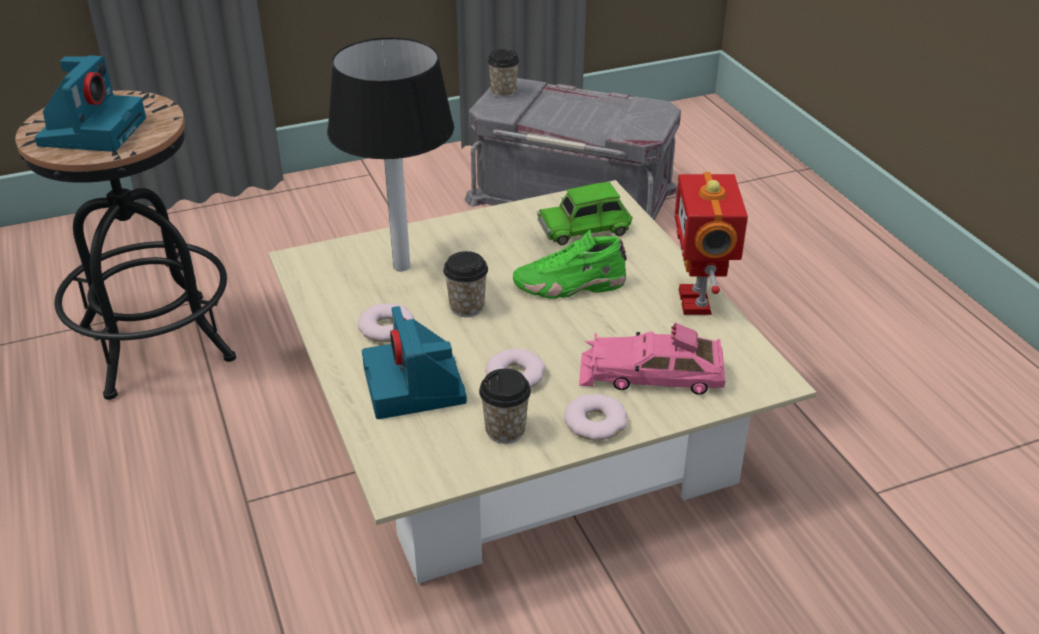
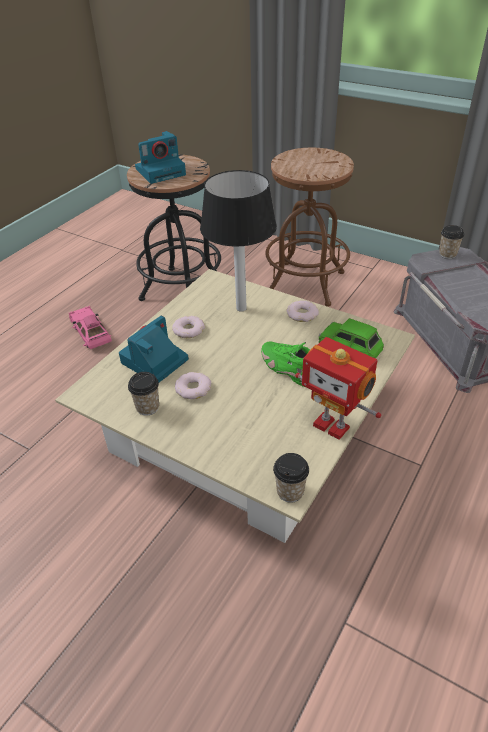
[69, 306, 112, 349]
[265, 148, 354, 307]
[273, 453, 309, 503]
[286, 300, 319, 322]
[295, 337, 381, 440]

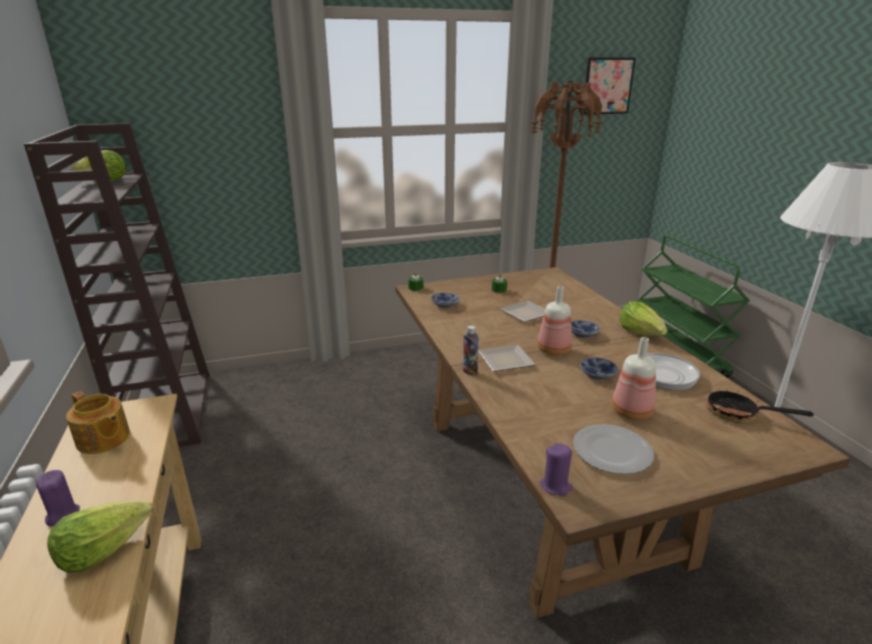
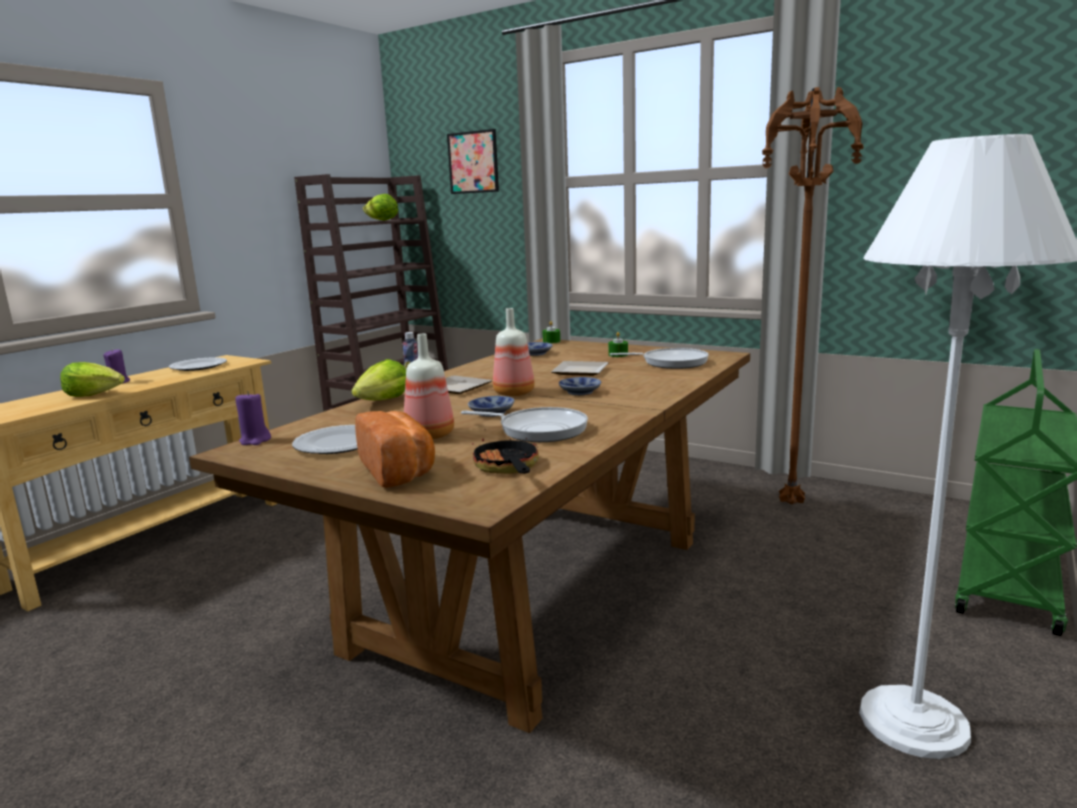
[169, 357, 227, 371]
[351, 359, 406, 400]
[355, 411, 435, 488]
[447, 129, 499, 194]
[610, 348, 709, 369]

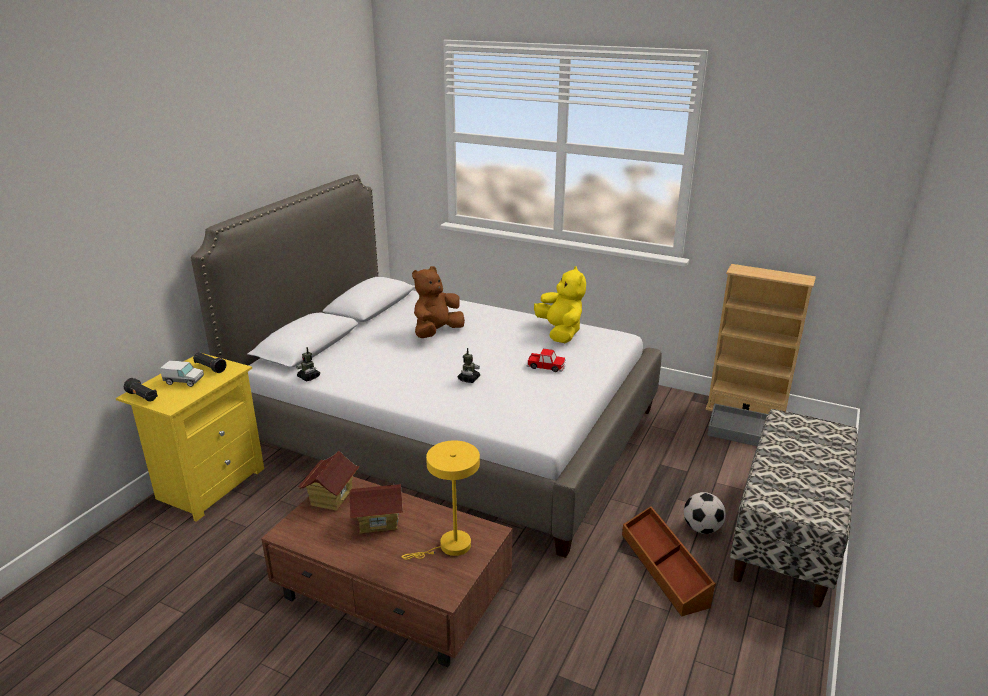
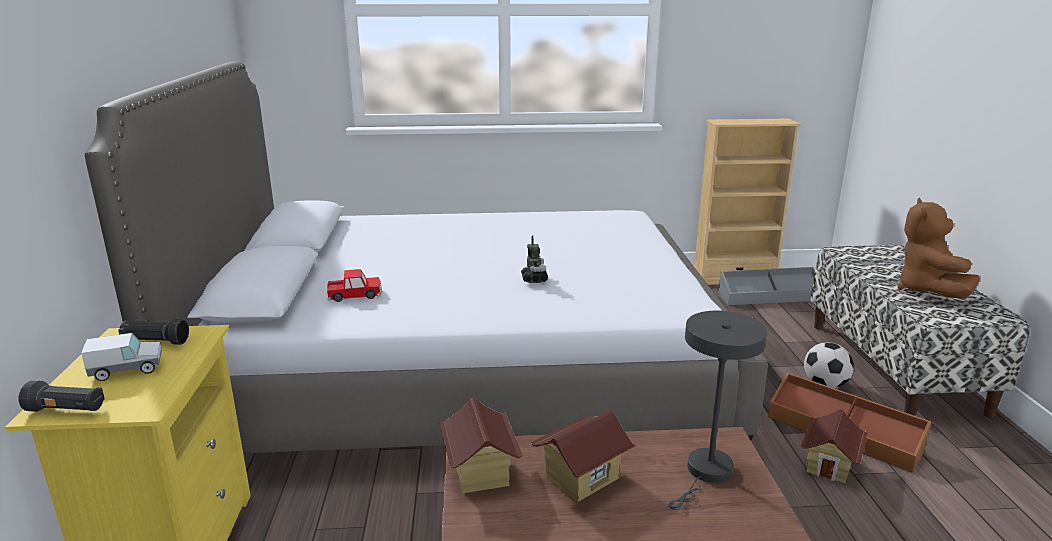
[327, 269, 382, 302]
[668, 311, 767, 510]
[800, 409, 868, 483]
[897, 198, 980, 299]
[296, 347, 320, 381] (first image)
[534, 266, 586, 343] (first image)

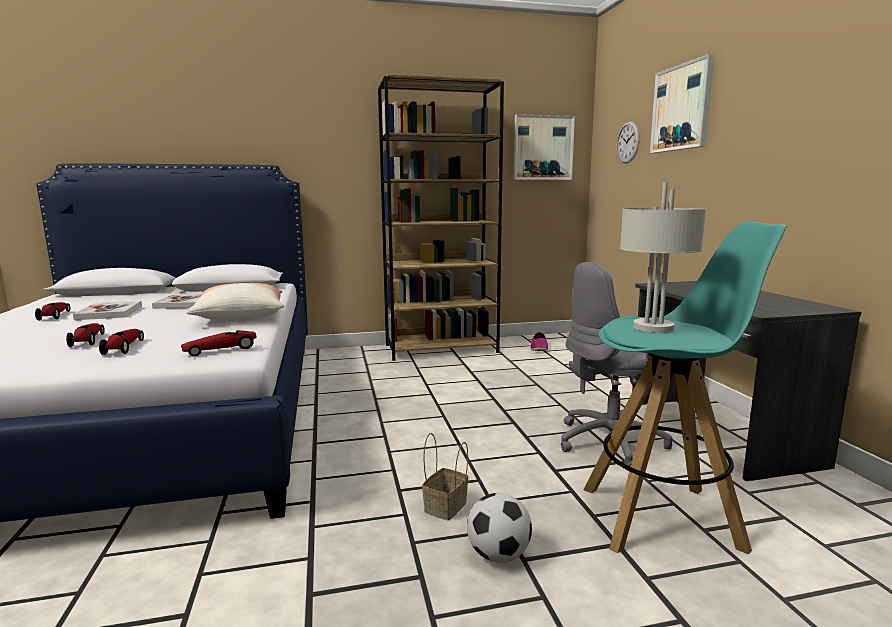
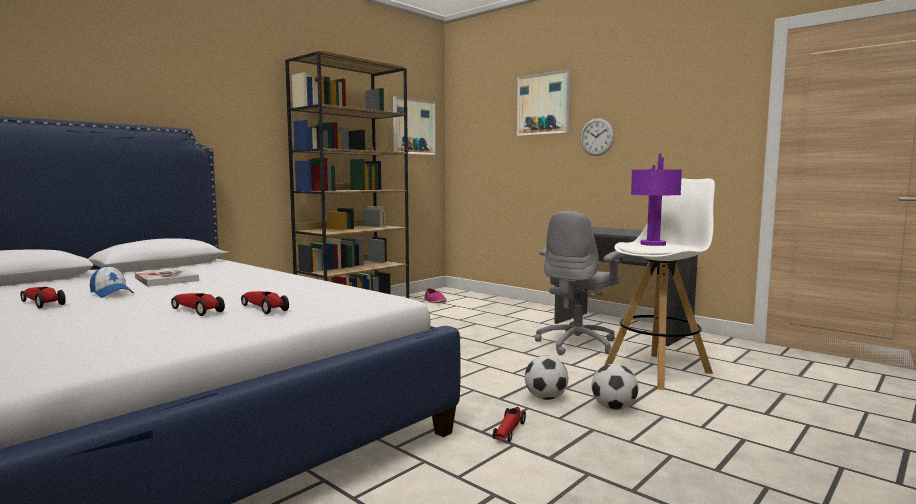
[90, 266, 134, 298]
[493, 407, 526, 442]
[525, 356, 568, 400]
[580, 118, 614, 156]
[604, 178, 715, 390]
[631, 154, 682, 246]
[186, 283, 284, 322] (first image)

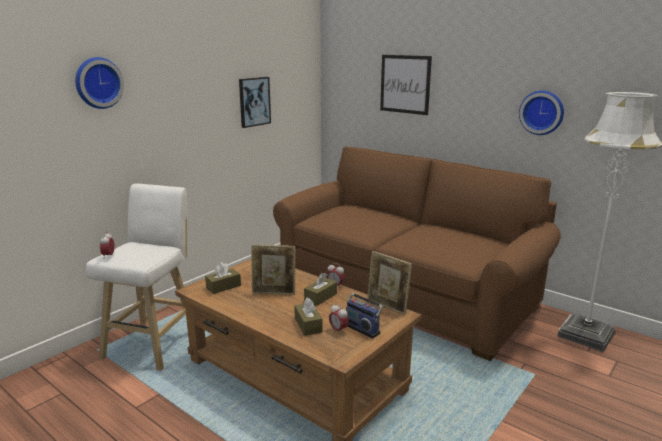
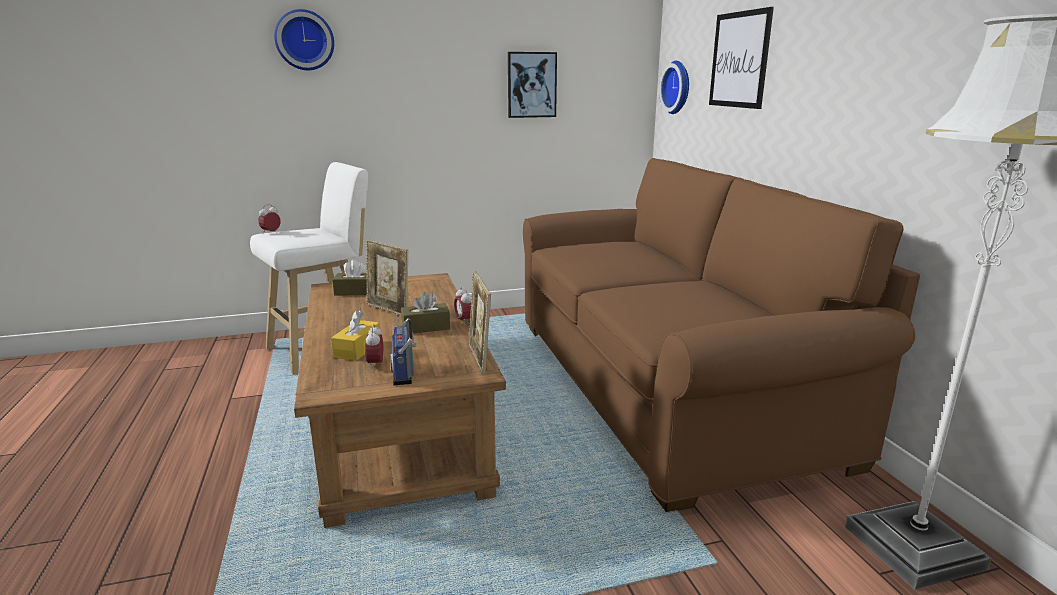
[331, 310, 380, 361]
[659, 61, 689, 114]

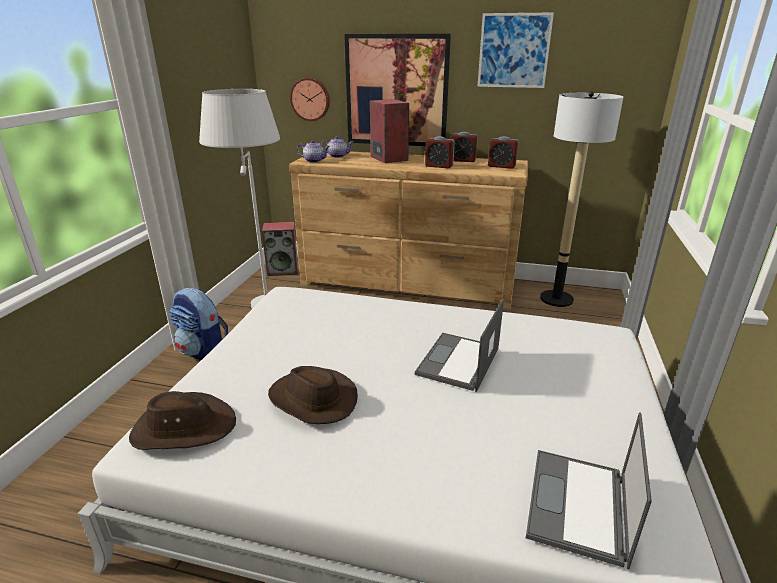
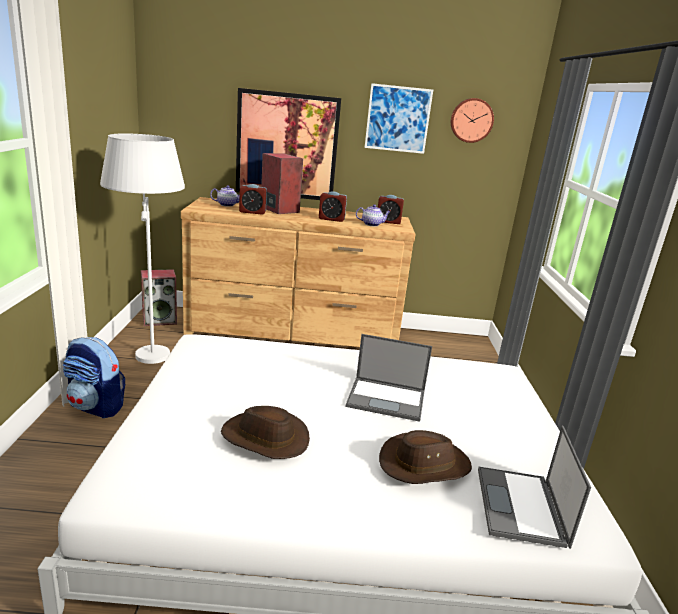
[239, 184, 267, 215]
[345, 334, 432, 422]
[356, 204, 391, 226]
[379, 430, 472, 484]
[451, 98, 494, 143]
[540, 91, 623, 307] (first image)

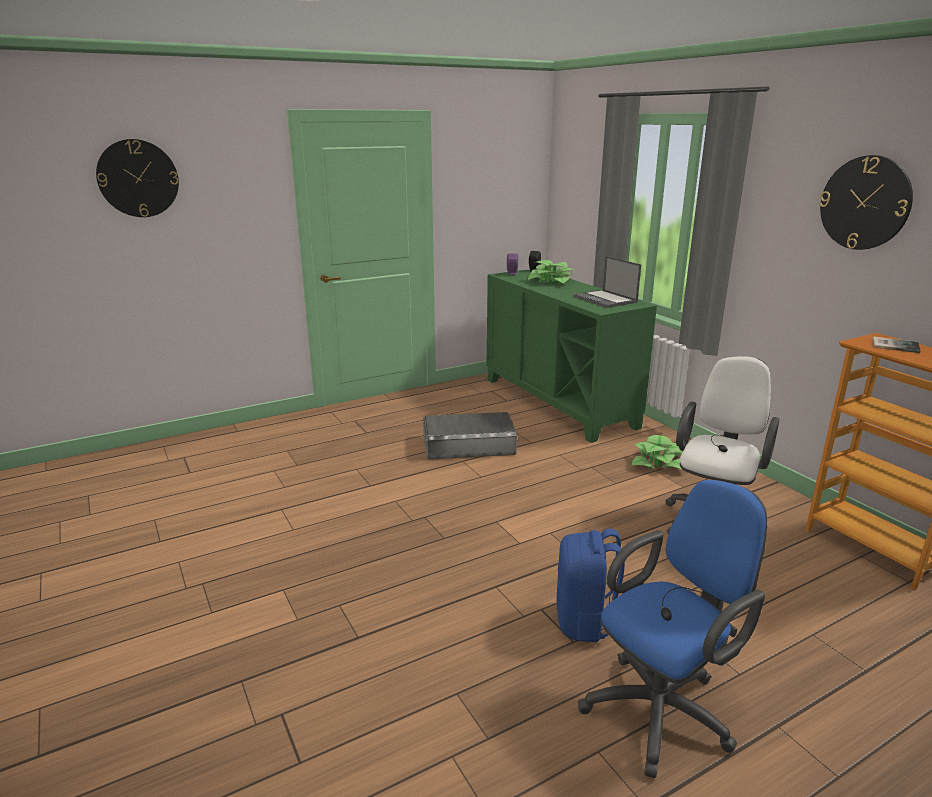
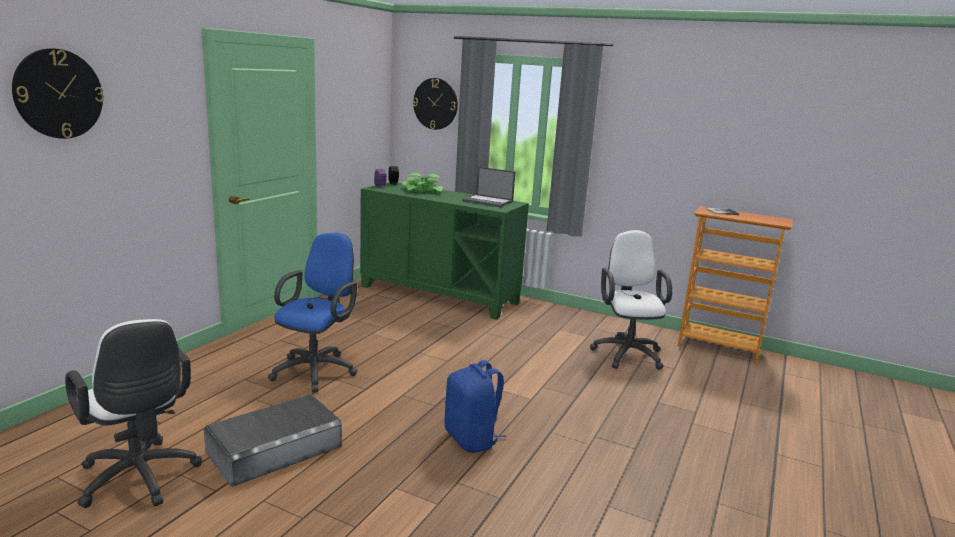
[65, 319, 202, 508]
[204, 394, 342, 487]
[268, 233, 357, 393]
[413, 78, 458, 130]
[445, 360, 506, 453]
[632, 435, 683, 469] (first image)

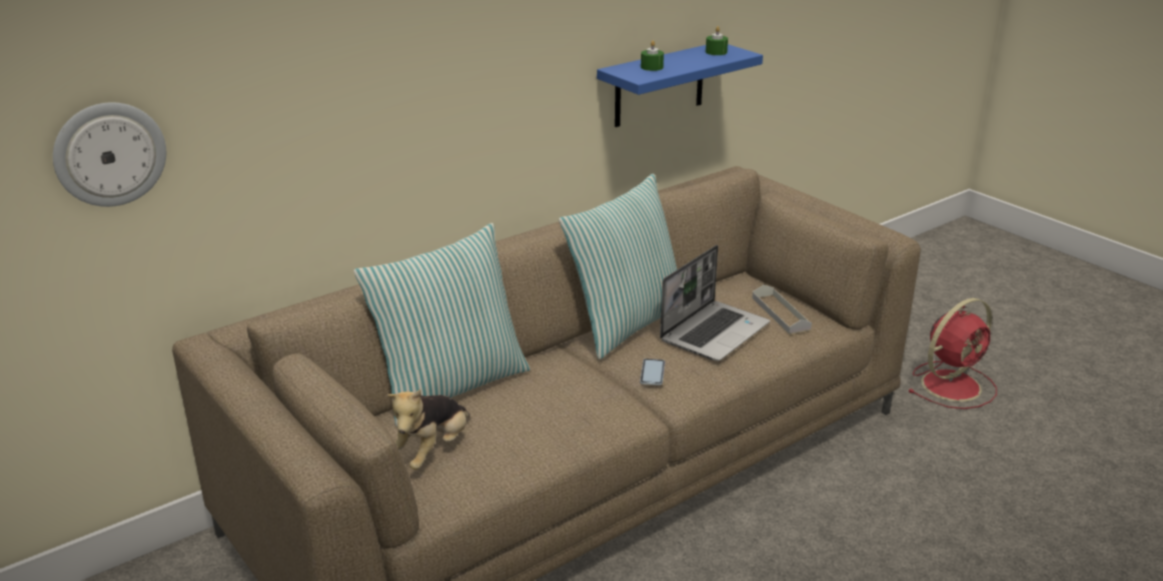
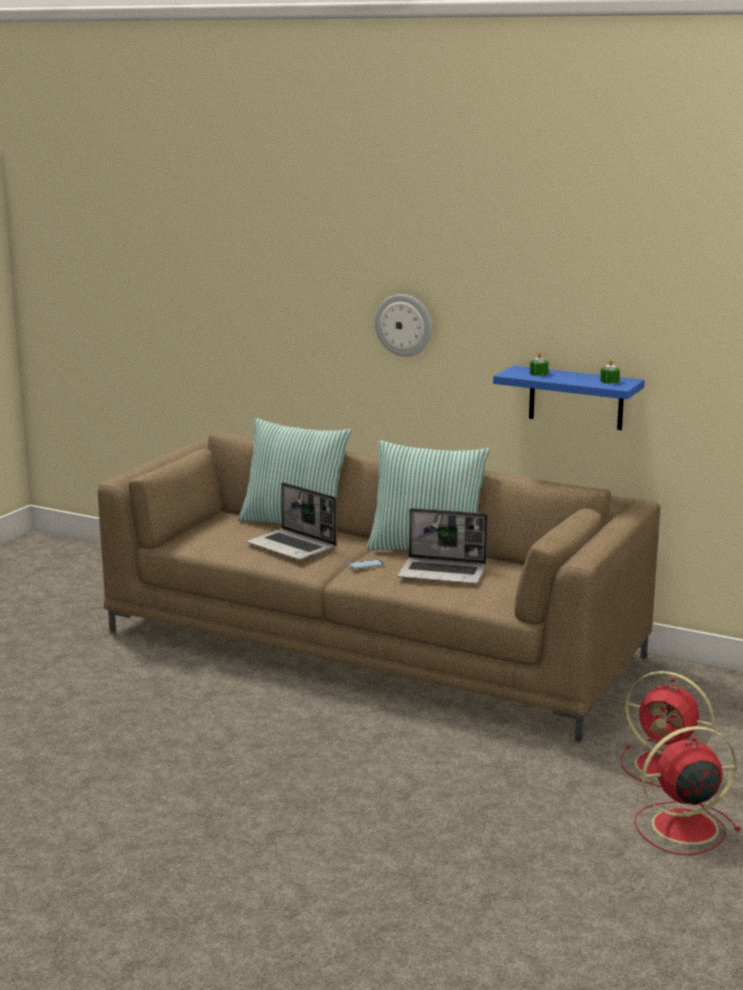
[246, 482, 337, 560]
[375, 294, 432, 357]
[634, 726, 741, 856]
[387, 389, 470, 470] (first image)
[752, 285, 812, 334] (first image)

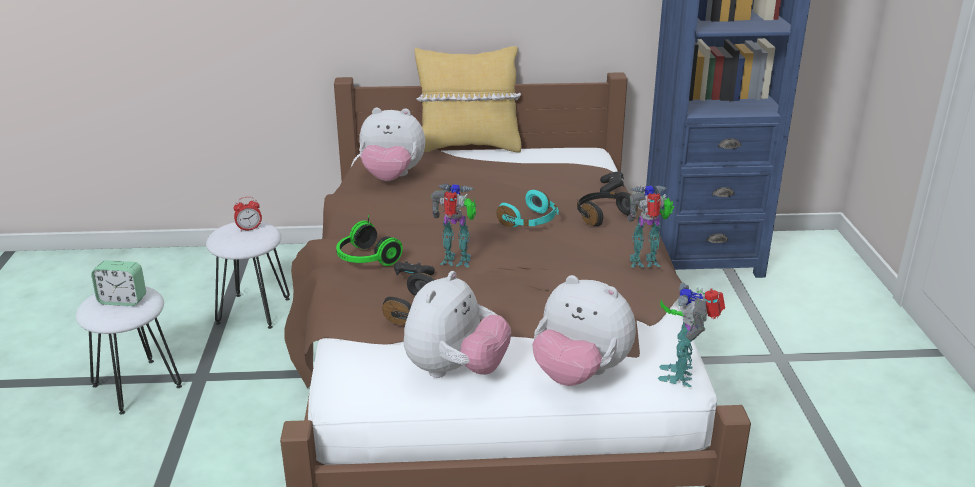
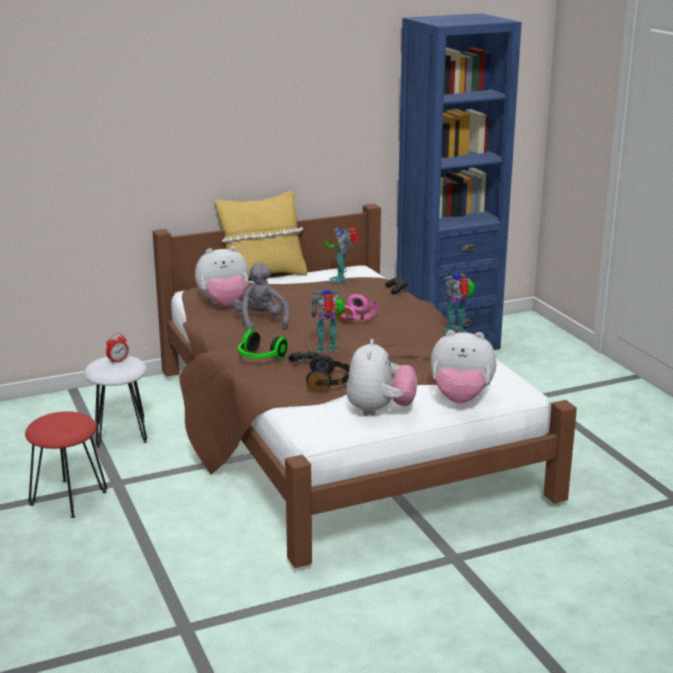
[25, 411, 107, 518]
[233, 263, 290, 331]
[325, 227, 359, 283]
[335, 294, 379, 323]
[91, 260, 146, 306] (first image)
[577, 191, 638, 226] (first image)

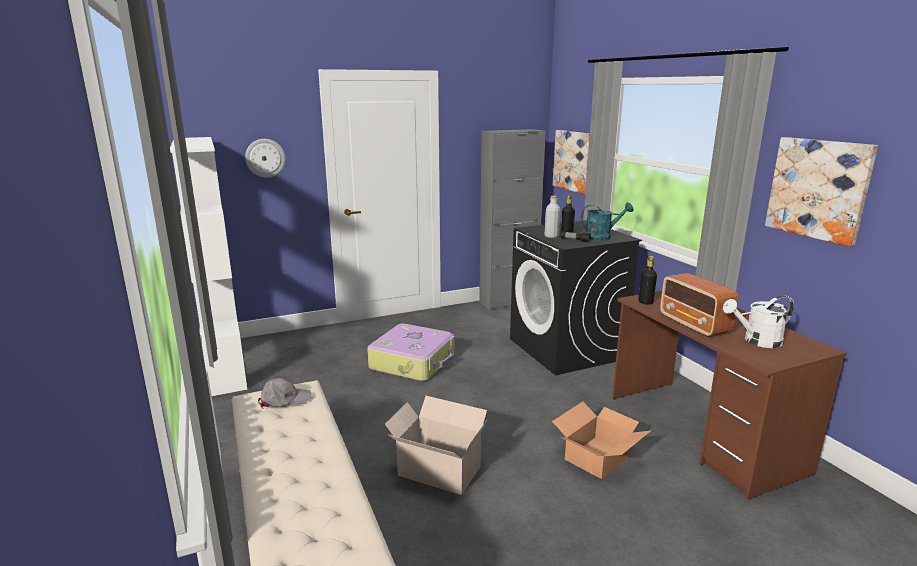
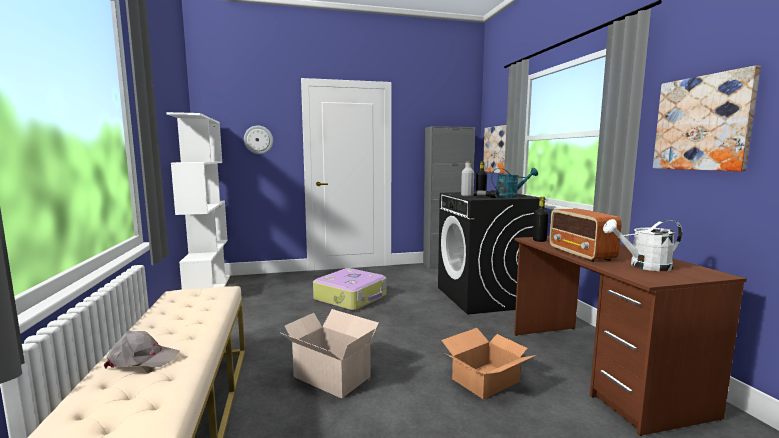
[104, 331, 180, 369]

